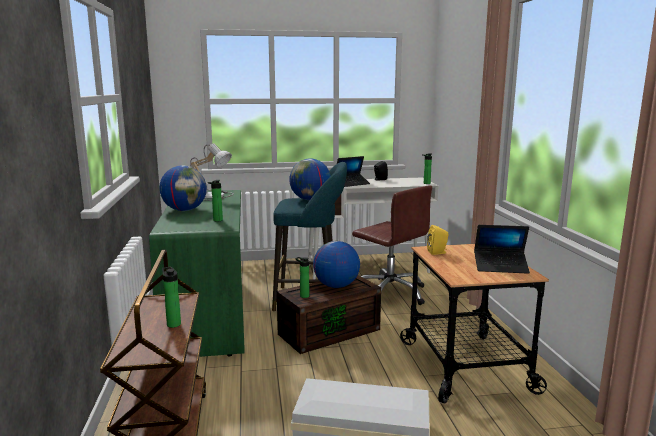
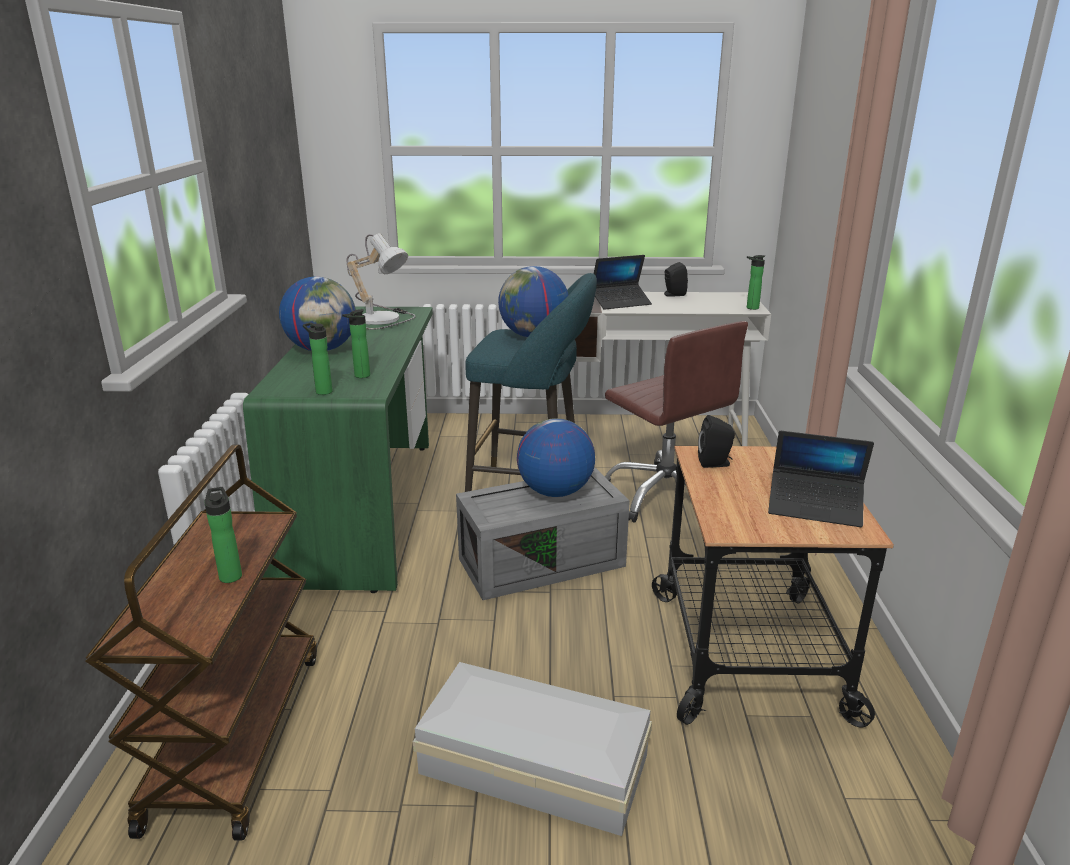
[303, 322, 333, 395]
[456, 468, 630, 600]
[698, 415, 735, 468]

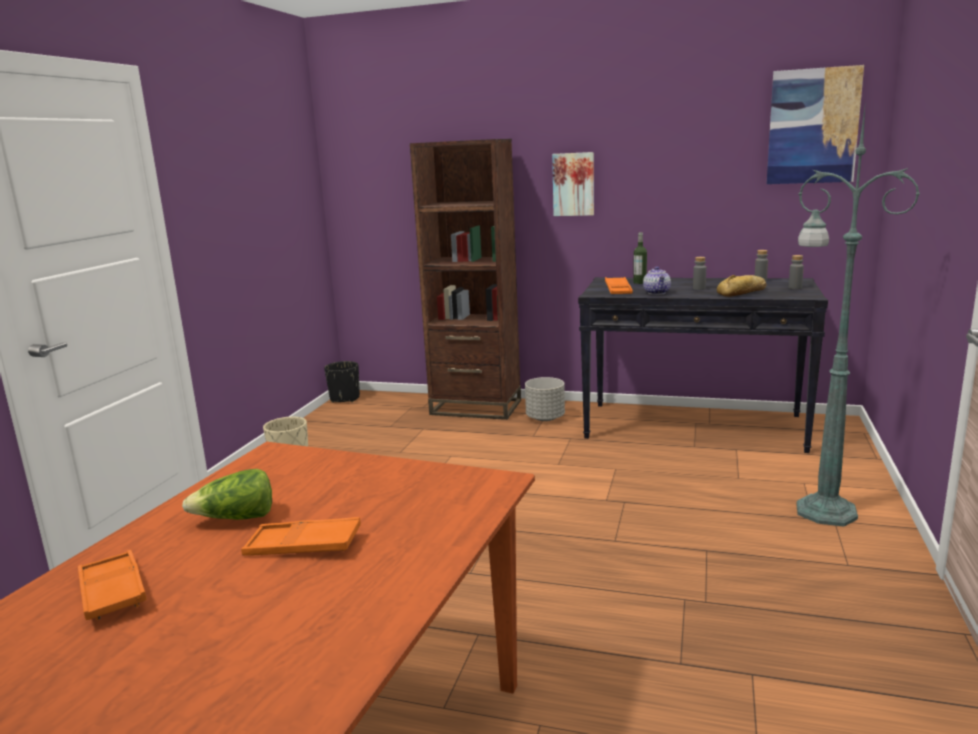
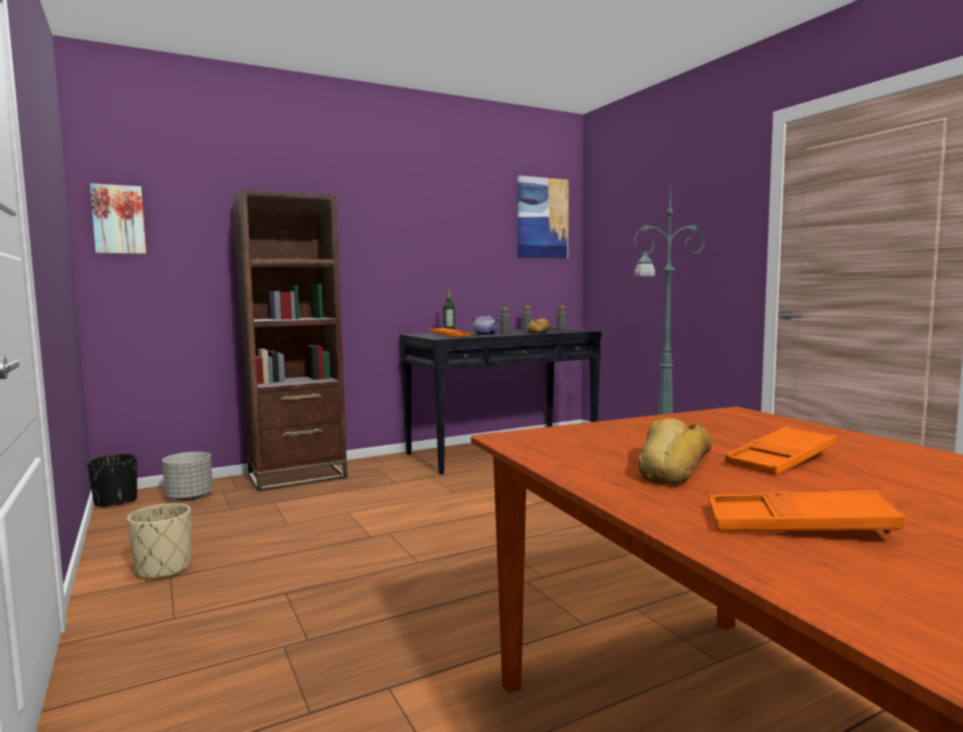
[90, 183, 146, 254]
[162, 452, 213, 501]
[638, 418, 712, 484]

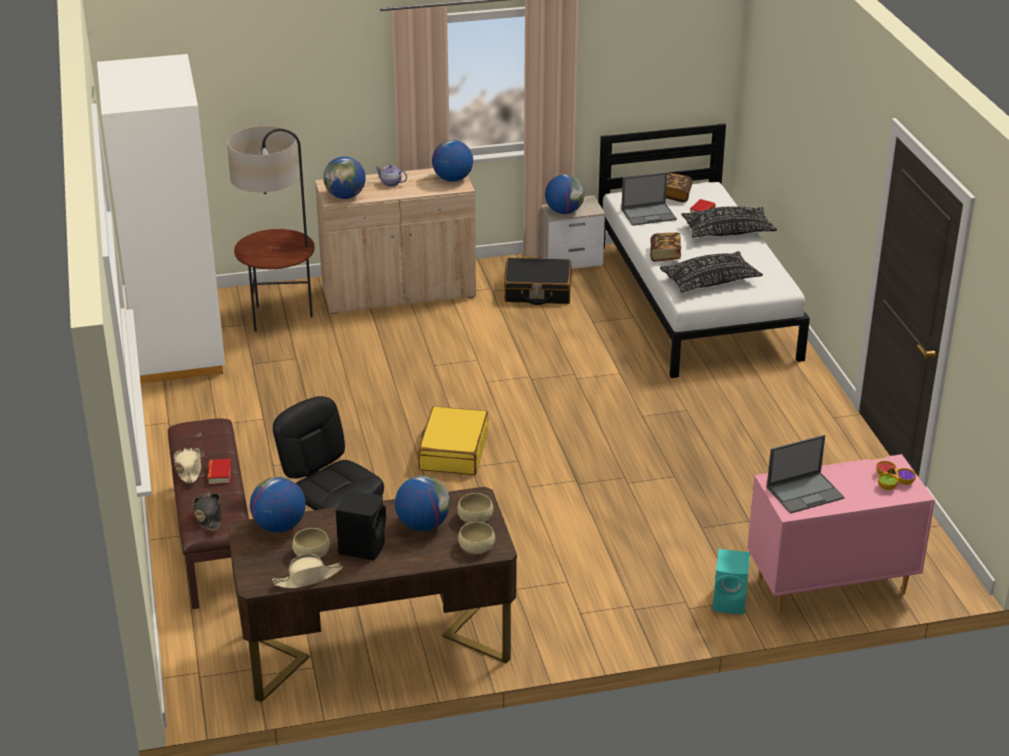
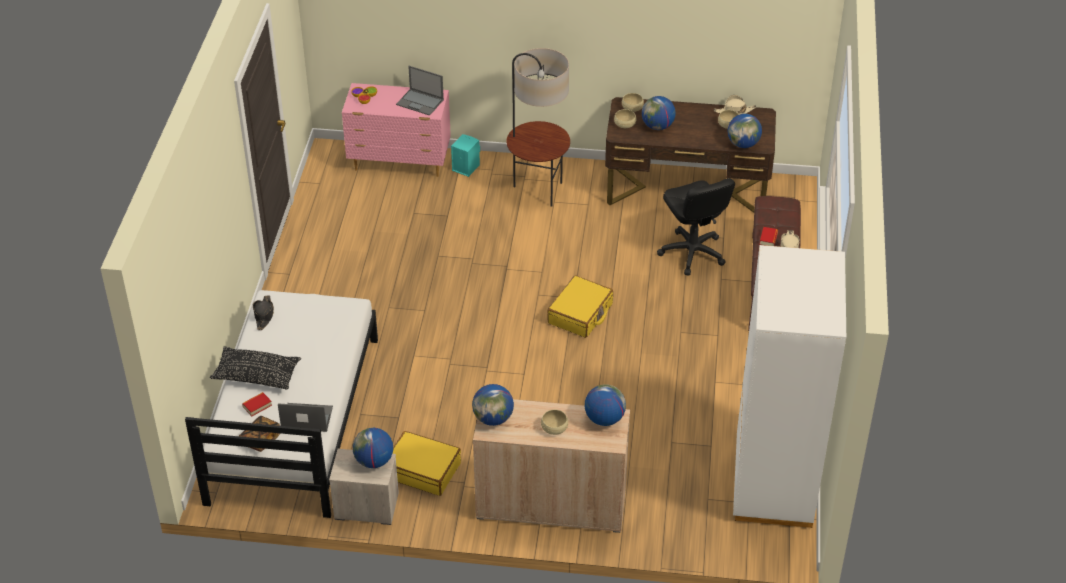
[253, 296, 274, 330]
[392, 431, 461, 496]
[396, 66, 444, 116]
[506, 48, 570, 207]
[541, 410, 568, 435]
[336, 490, 386, 560] (first image)
[650, 233, 681, 262] (first image)
[660, 251, 763, 292] (first image)

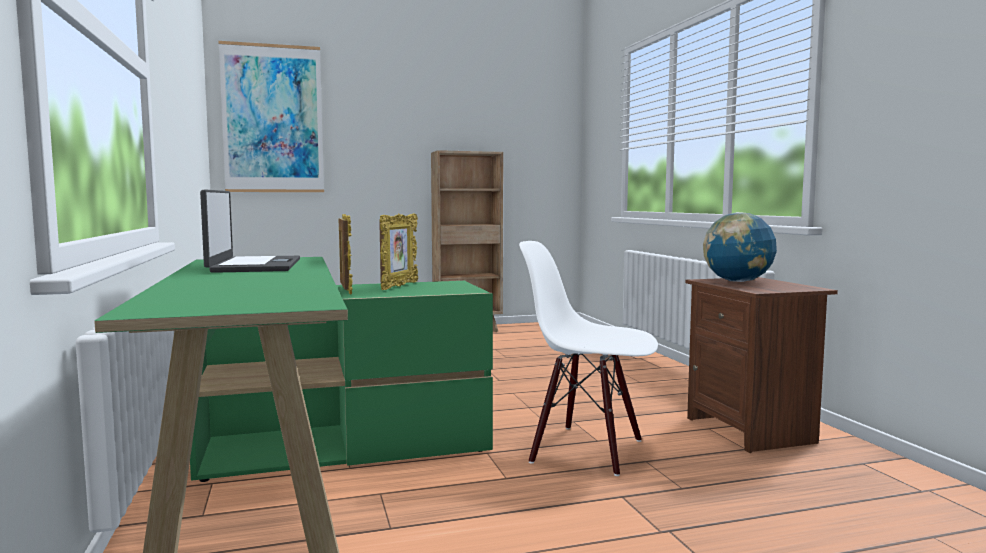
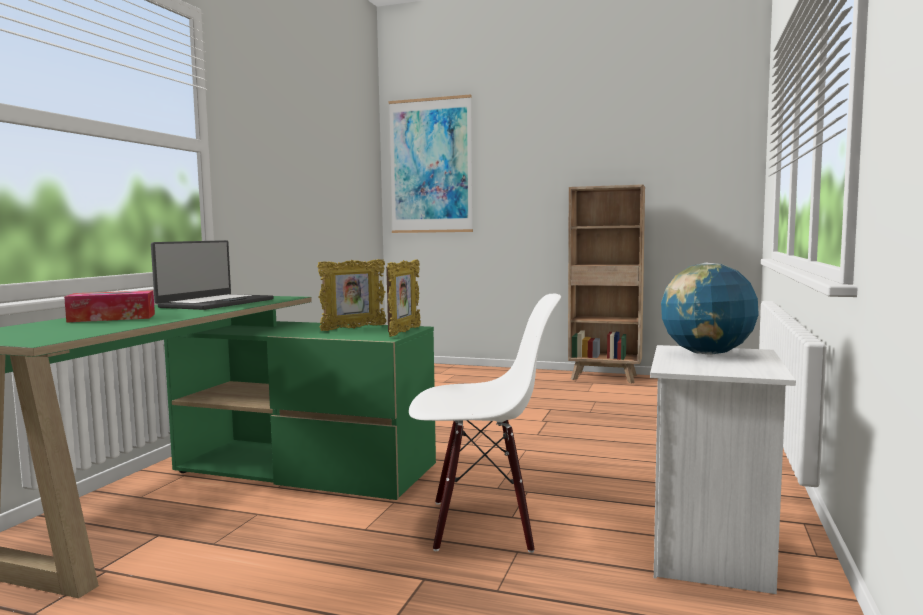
[64, 290, 155, 323]
[386, 259, 421, 337]
[409, 294, 561, 553]
[650, 345, 796, 594]

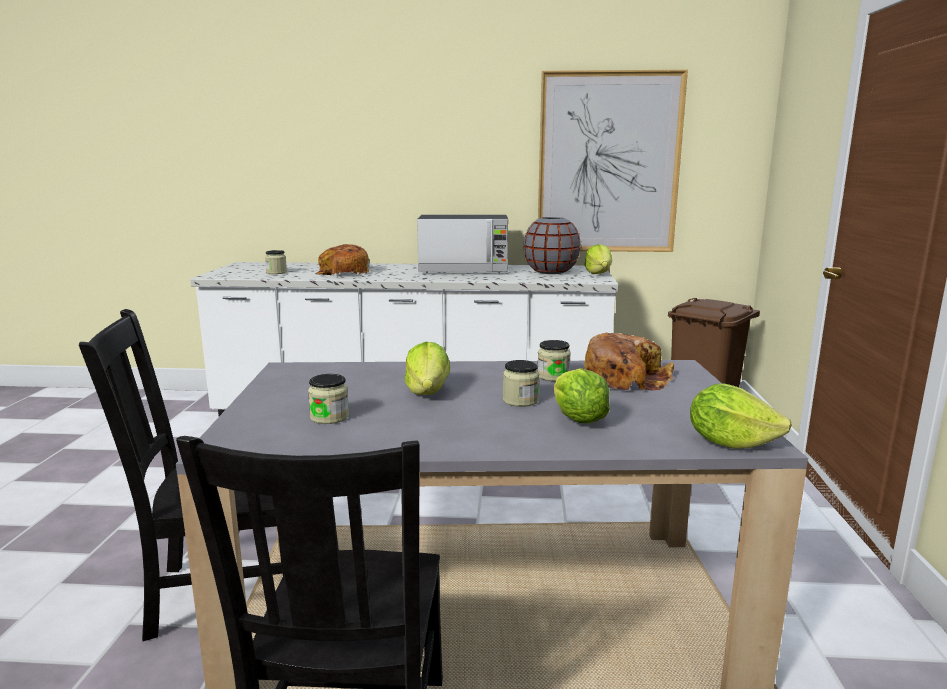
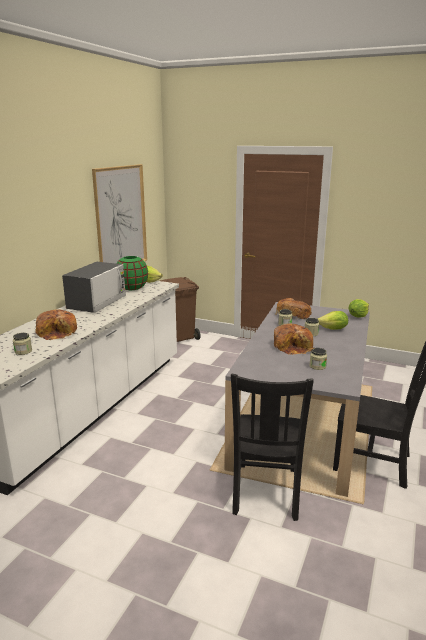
[116, 256, 148, 290]
[274, 324, 314, 355]

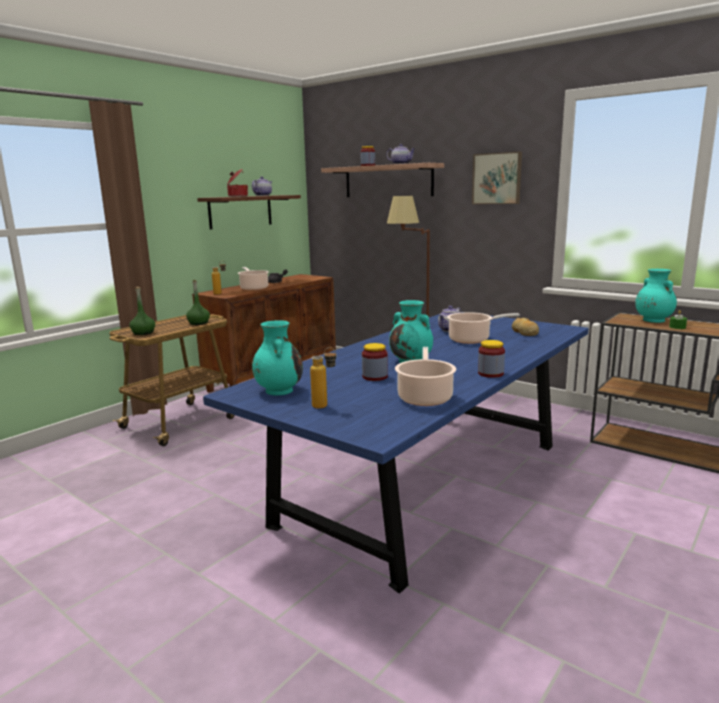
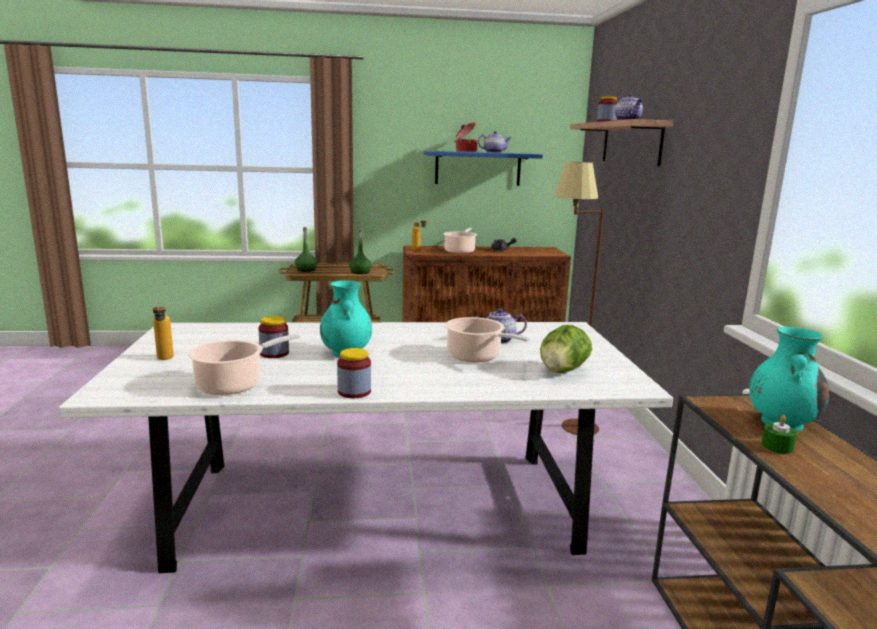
[59, 322, 673, 573]
[424, 151, 543, 186]
[540, 325, 592, 373]
[252, 320, 303, 396] (first image)
[472, 152, 522, 204] (first image)

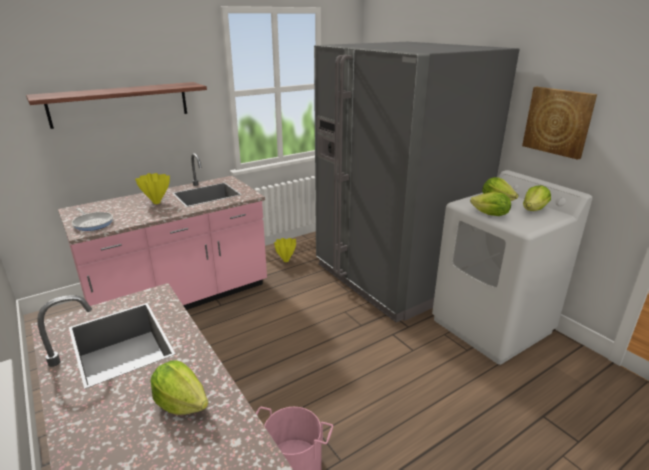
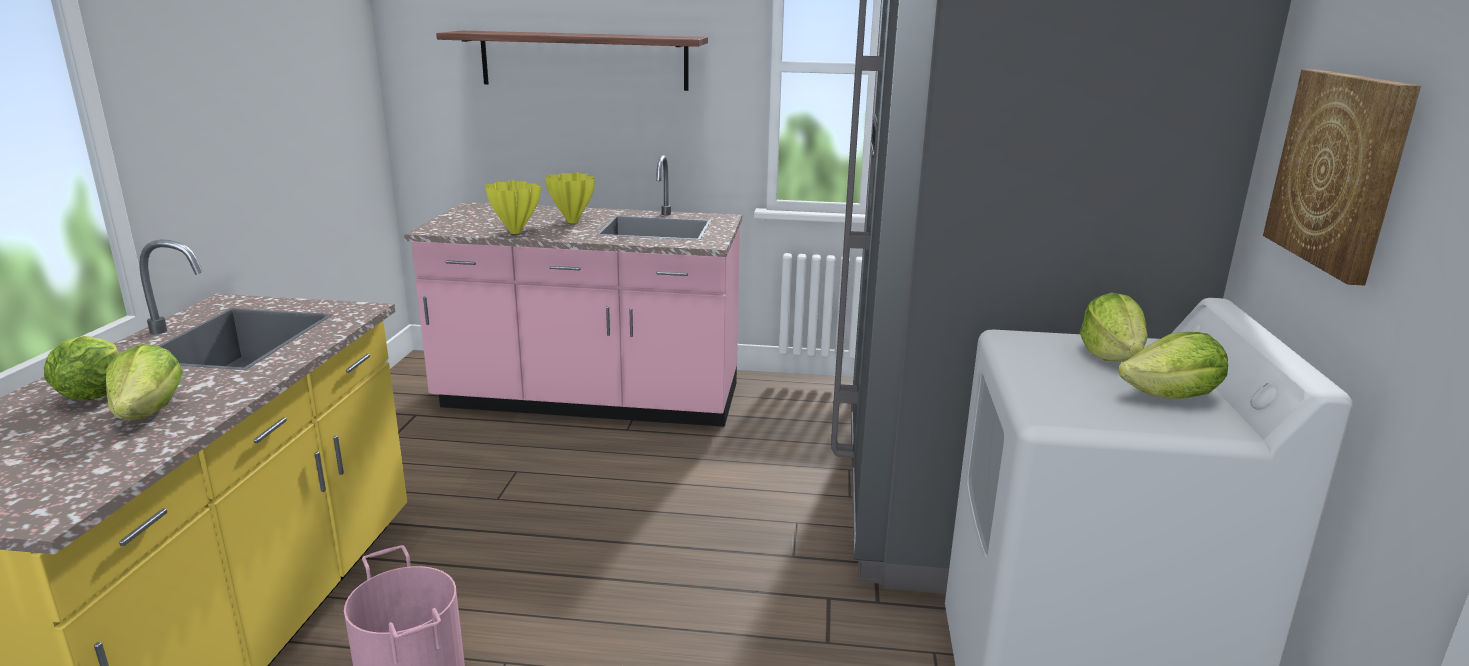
[44, 336, 119, 401]
[485, 180, 541, 234]
[72, 208, 113, 231] (first image)

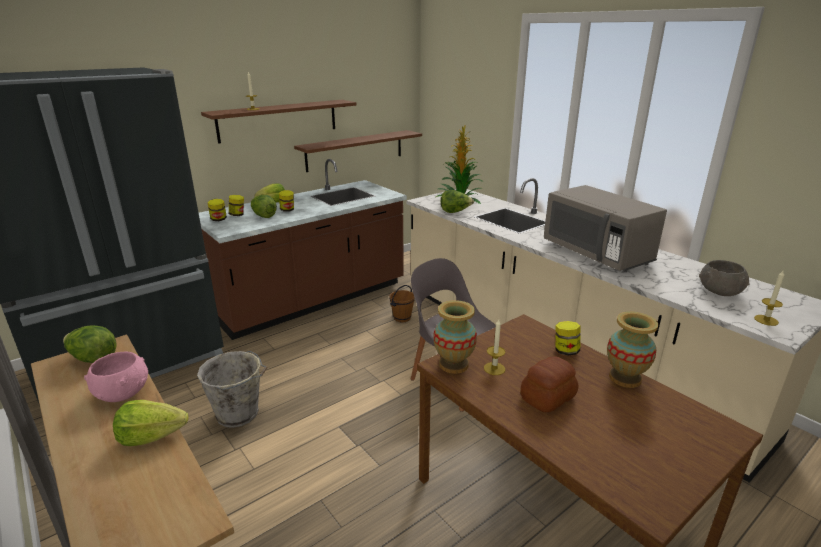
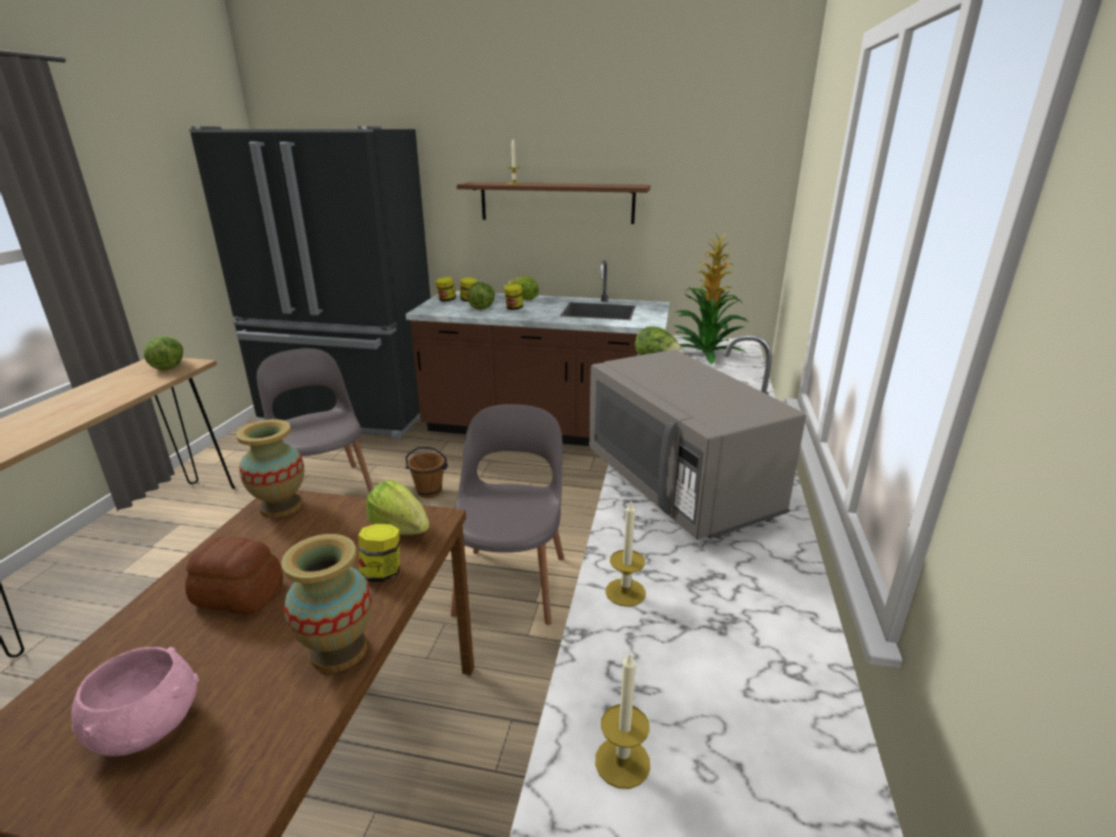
[71, 647, 200, 756]
[257, 348, 373, 493]
[366, 480, 430, 535]
[405, 447, 448, 498]
[589, 349, 806, 540]
[605, 502, 646, 607]
[294, 130, 422, 172] (first image)
[699, 260, 750, 296] (first image)

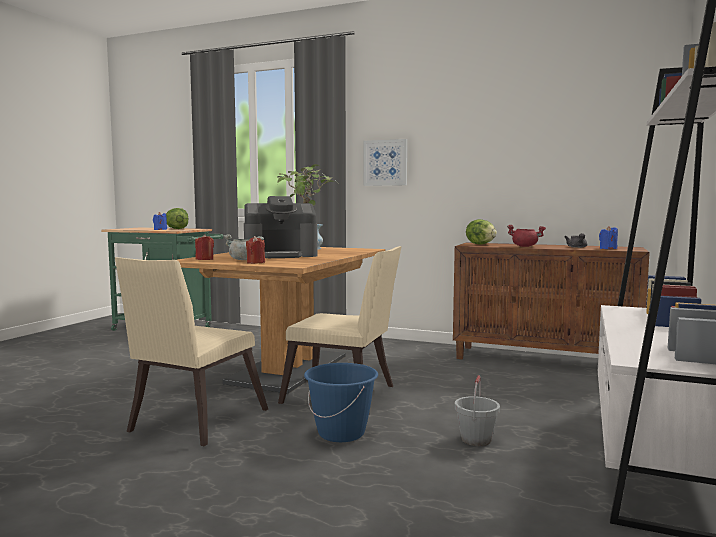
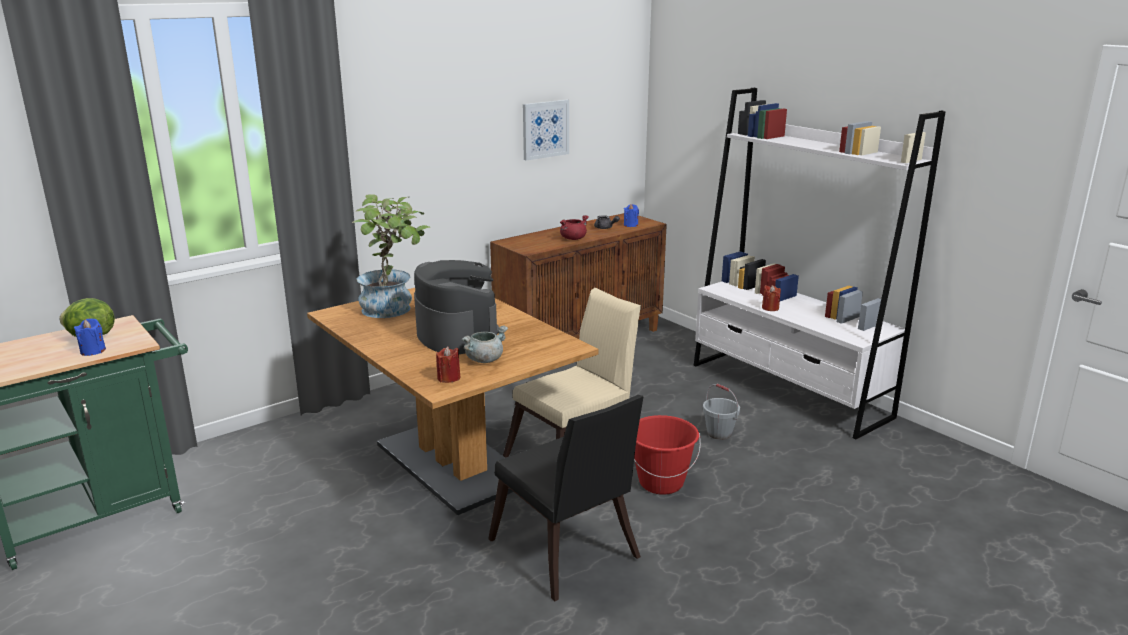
[414, 260, 499, 354]
[488, 395, 644, 601]
[523, 100, 569, 161]
[634, 415, 701, 495]
[762, 285, 781, 311]
[466, 219, 497, 245] (first image)

